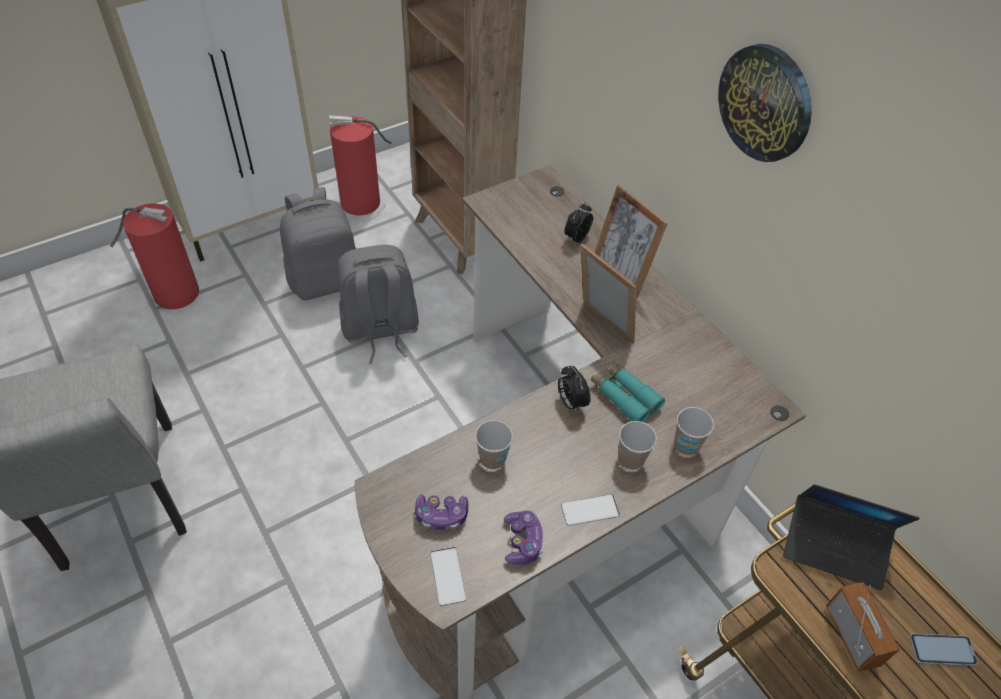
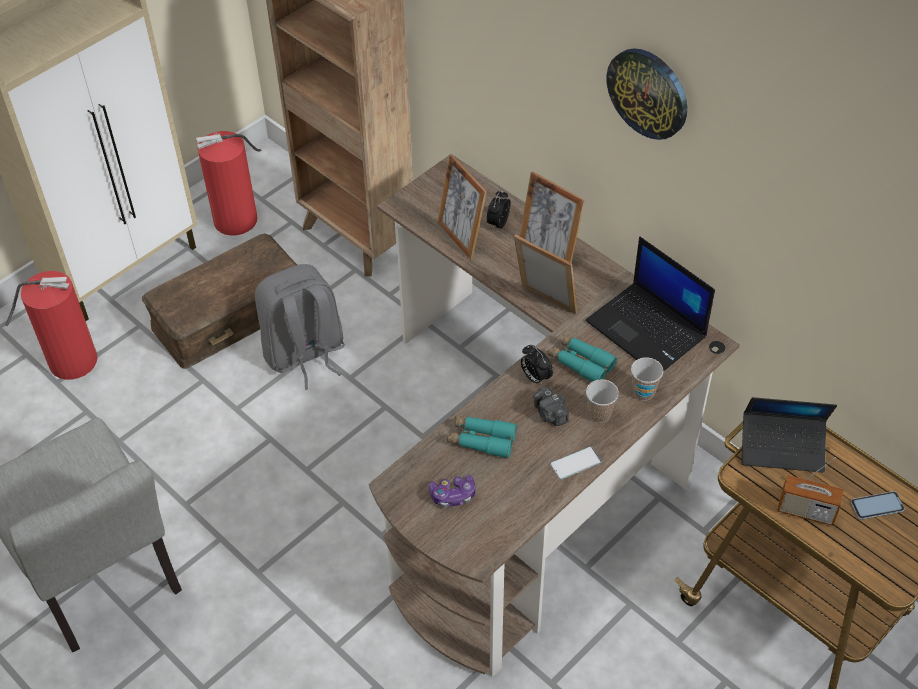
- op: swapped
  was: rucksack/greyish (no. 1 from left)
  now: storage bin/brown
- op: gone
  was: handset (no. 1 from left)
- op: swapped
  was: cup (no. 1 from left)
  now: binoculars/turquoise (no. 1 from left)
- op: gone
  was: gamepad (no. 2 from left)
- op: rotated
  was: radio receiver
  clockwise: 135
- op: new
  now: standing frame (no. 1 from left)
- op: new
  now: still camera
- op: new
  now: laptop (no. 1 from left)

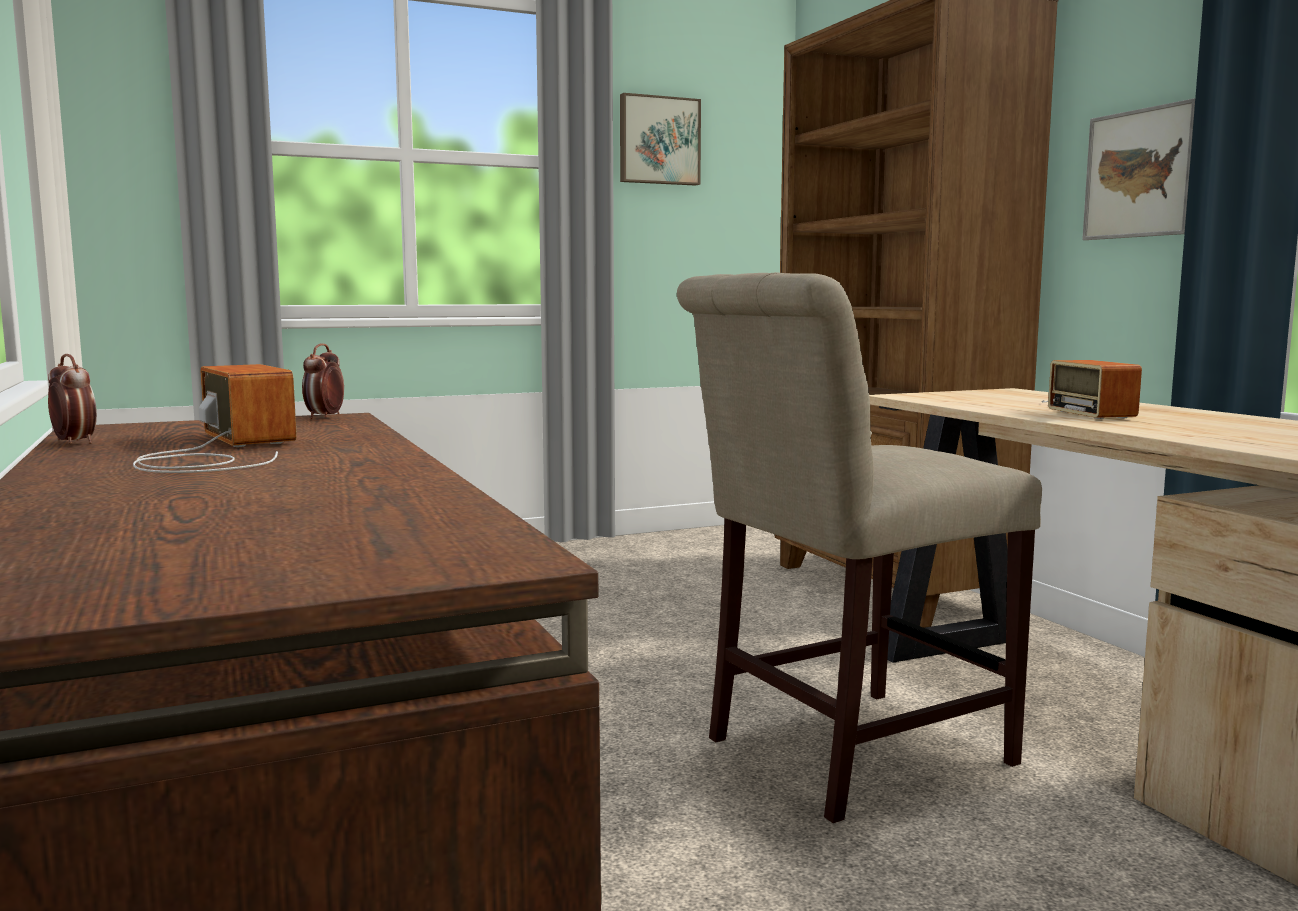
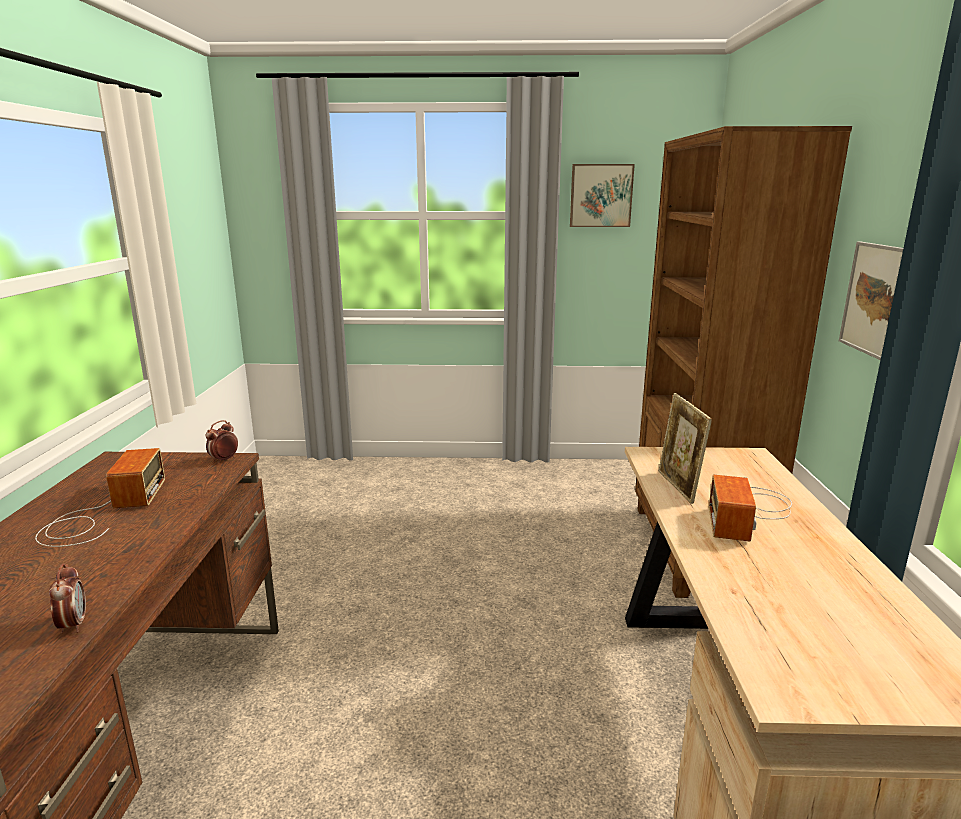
- op: shifted
  was: table clock (no. 1 from left)
- op: gone
  was: chair/sand-coloured
- op: new
  now: standing frame

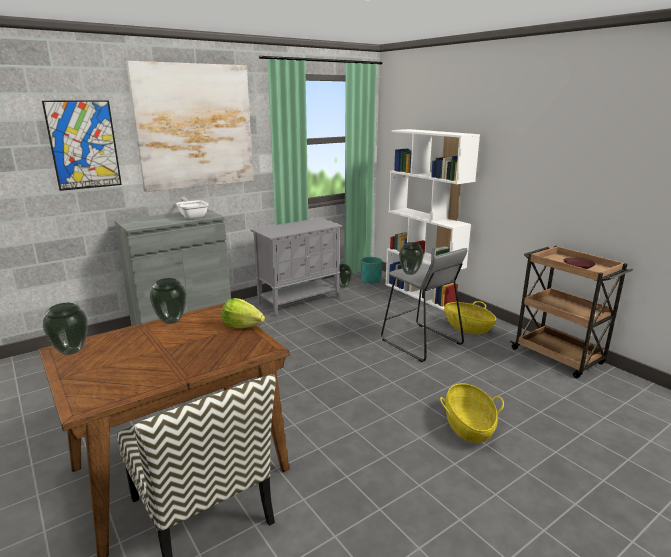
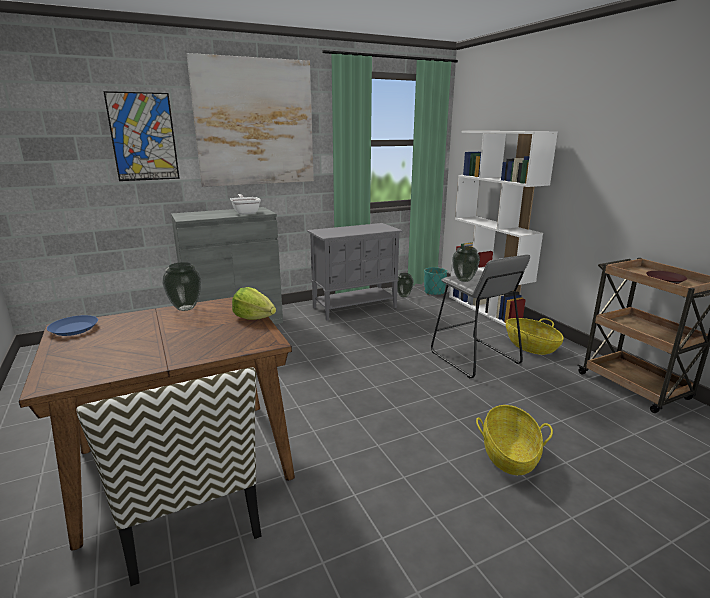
- op: swapped
  was: flower vase (no. 1 from left)
  now: dinner plate/blue

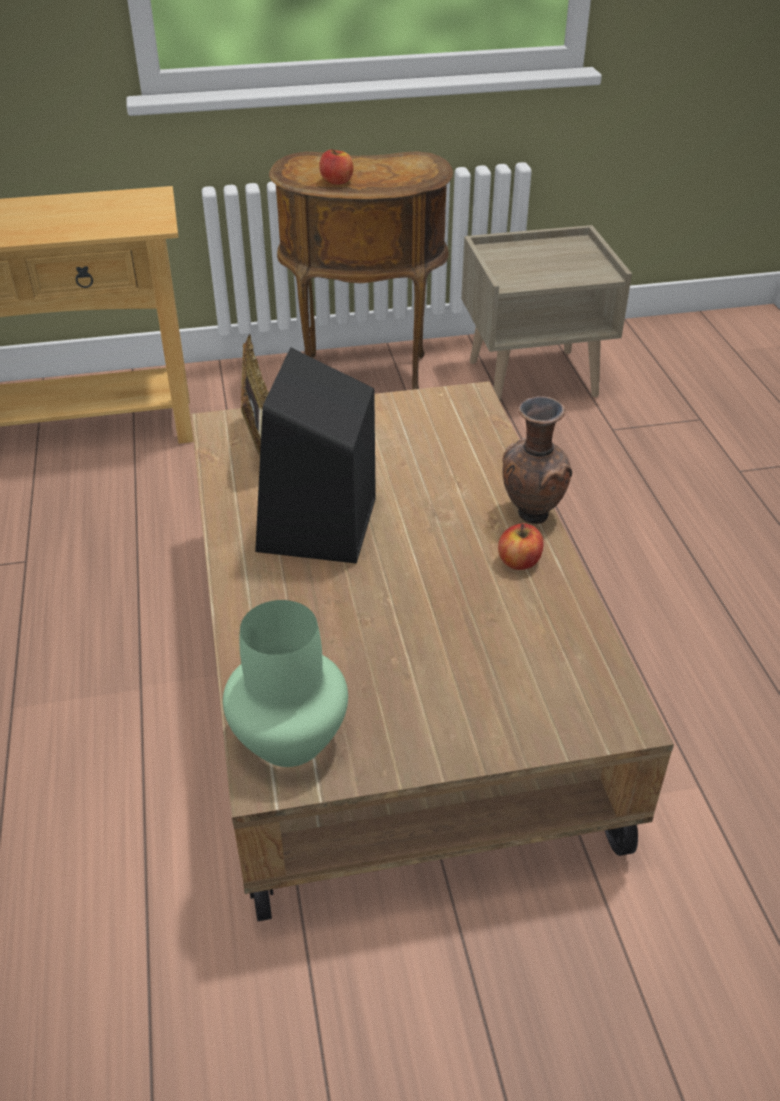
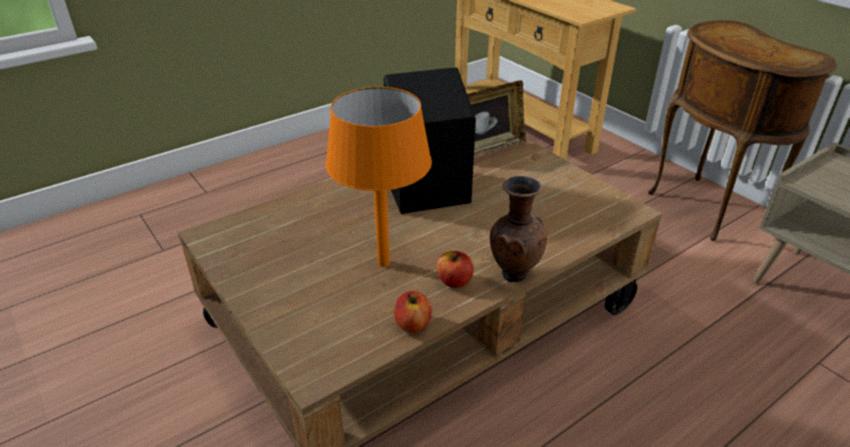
- op: gone
  was: flower vase/green-coloured
- op: shifted
  was: apple fruit (no. 1 from left)
- op: new
  now: tabletop lamp/orange

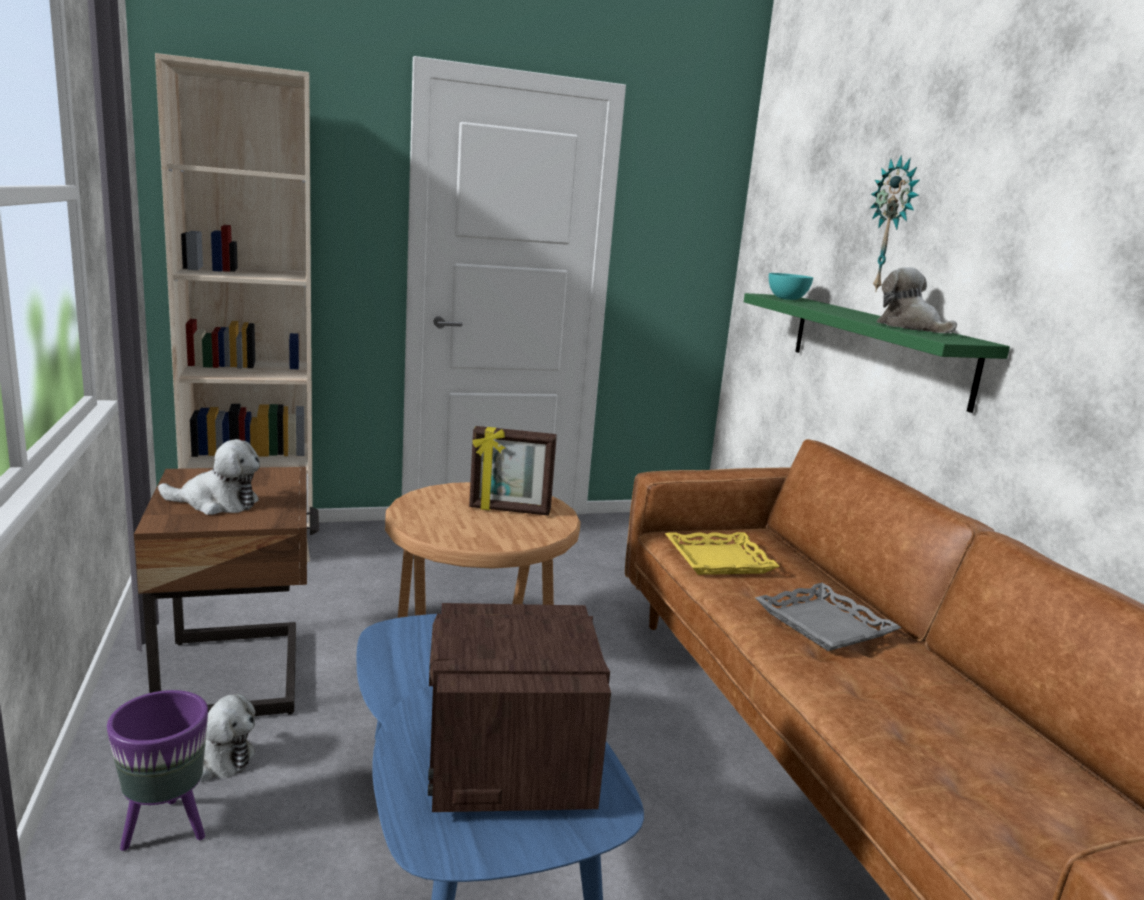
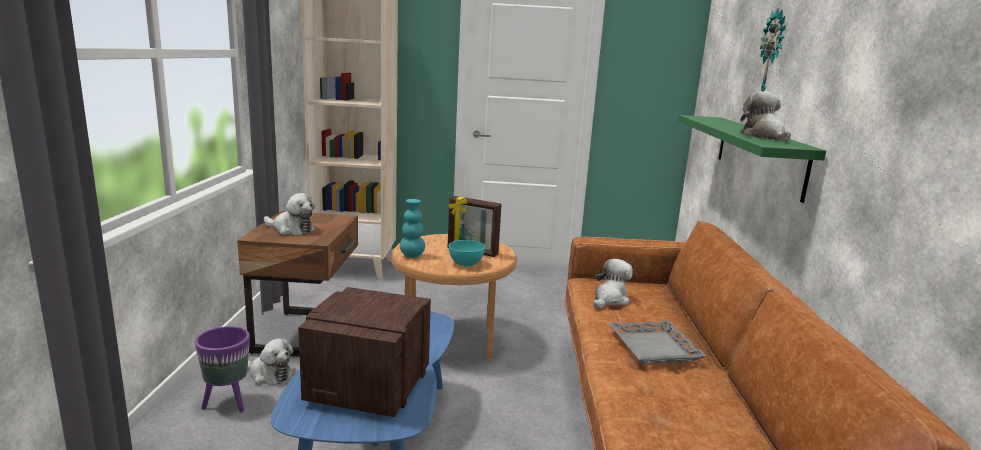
- op: swapped
  was: serving tray/yellow
  now: cuddly toy (no. 3 from left)
- op: shifted
  was: bowl/turquoise
- op: new
  now: flower vase/turquoise

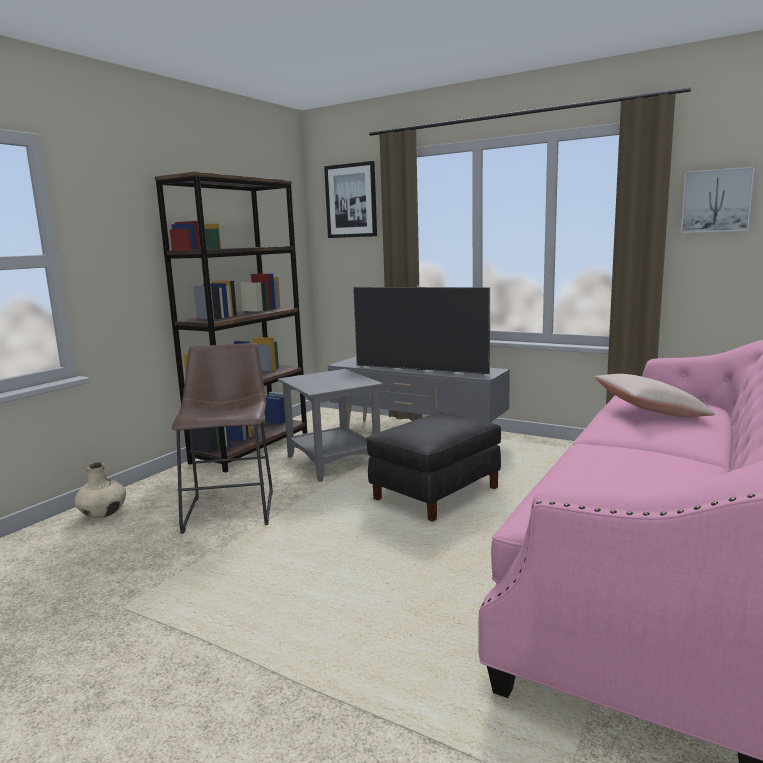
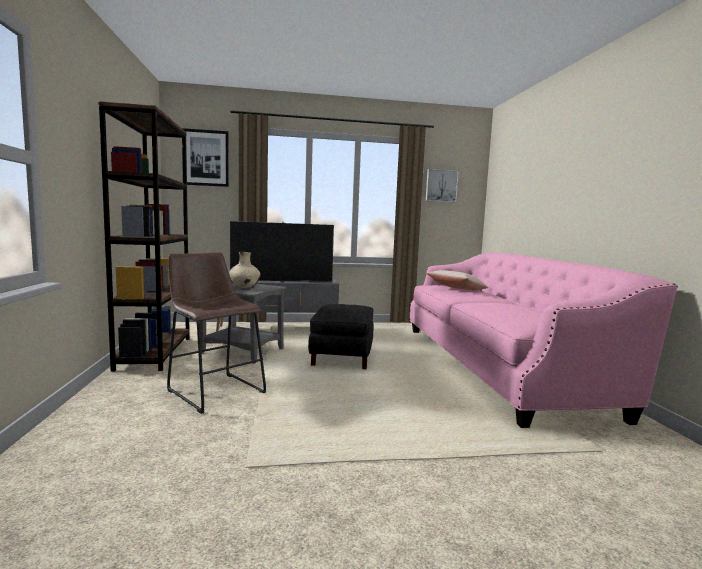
- op: shifted
  was: flower vase/sand-coloured

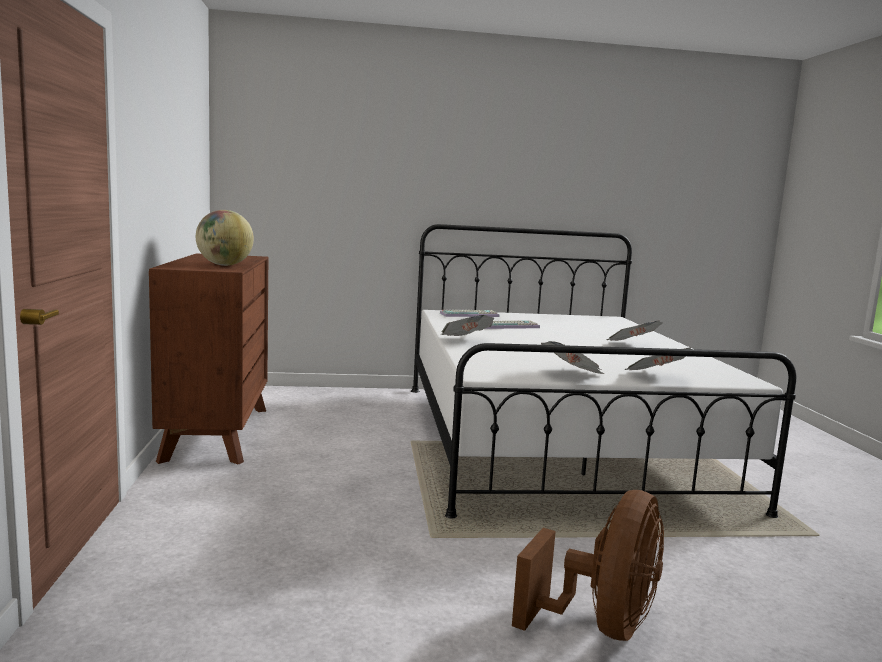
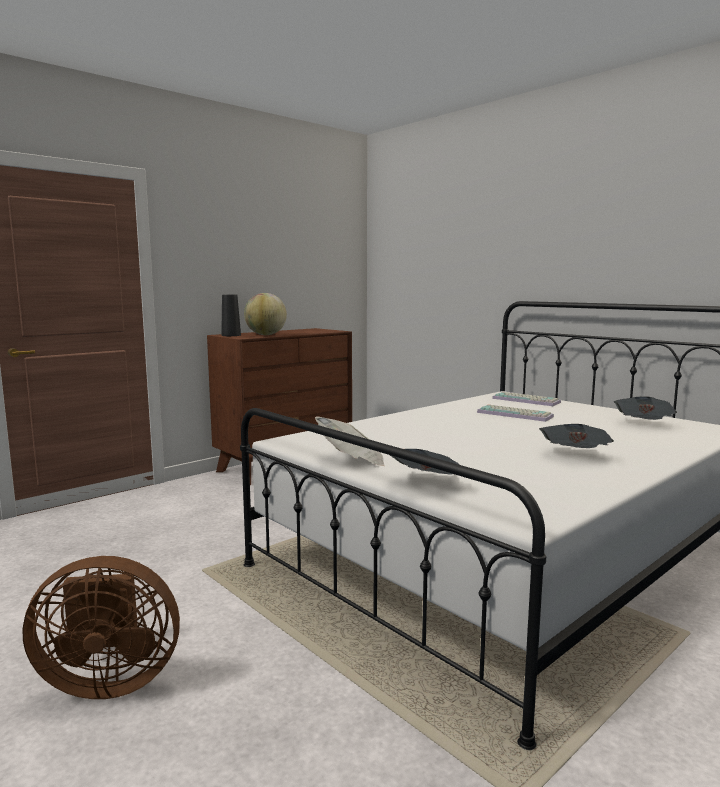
- op: shifted
  was: printed paper (no. 1 from left in the first image)
  now: printed paper (no. 4 from left)
- op: new
  now: flower vase/blackish

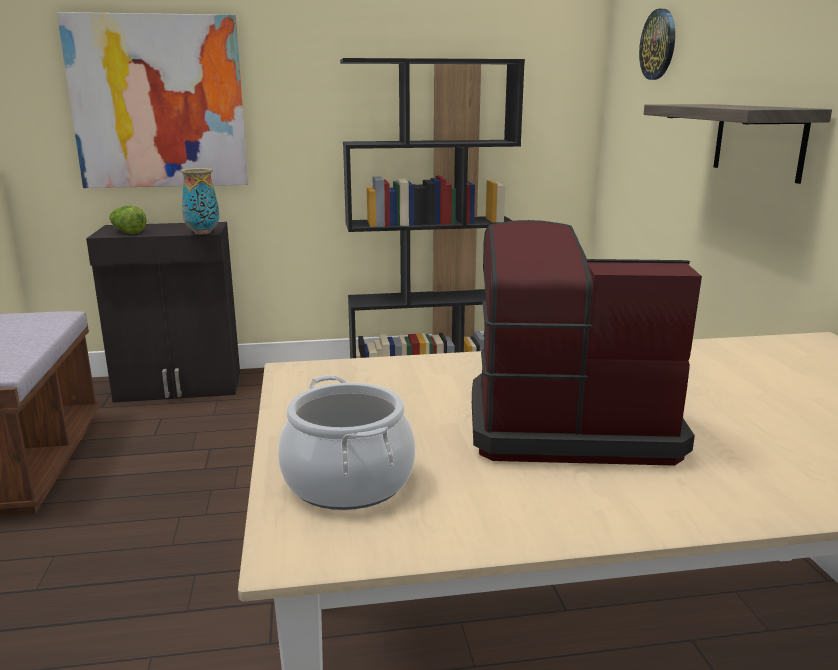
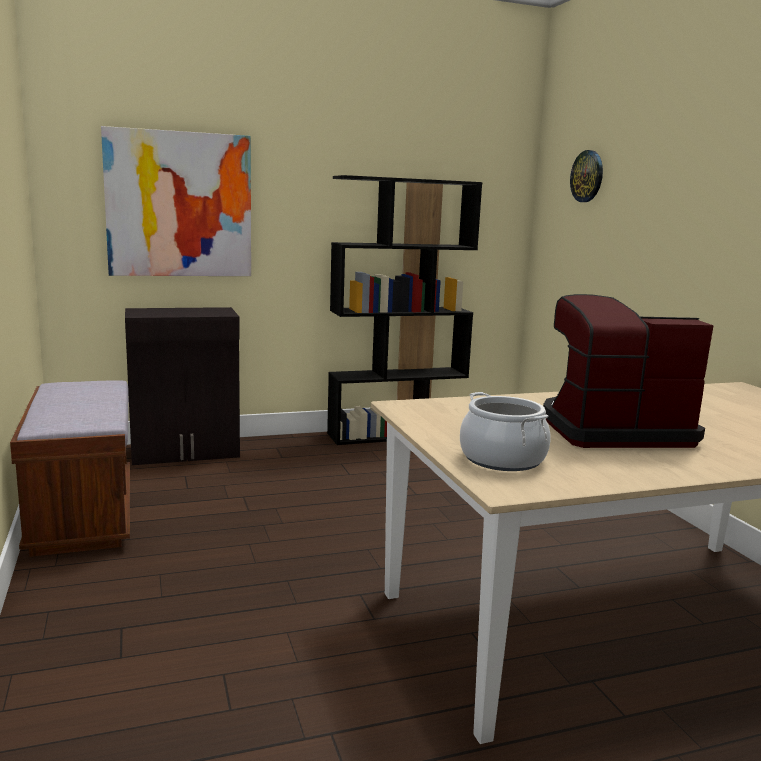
- op: gone
  was: lettuce
- op: gone
  was: flower vase
- op: gone
  was: bracket shelf

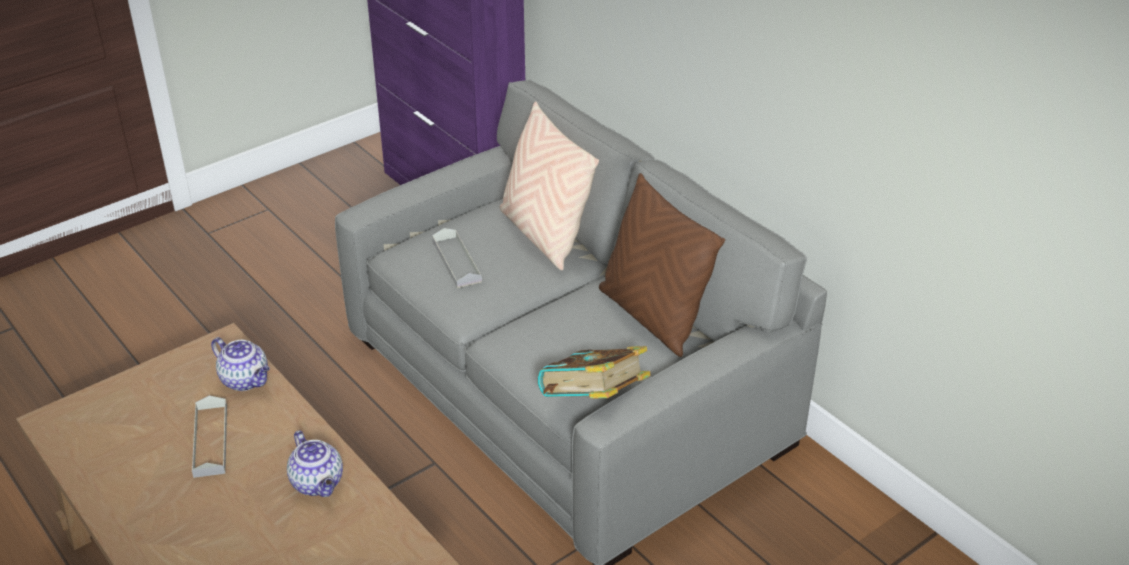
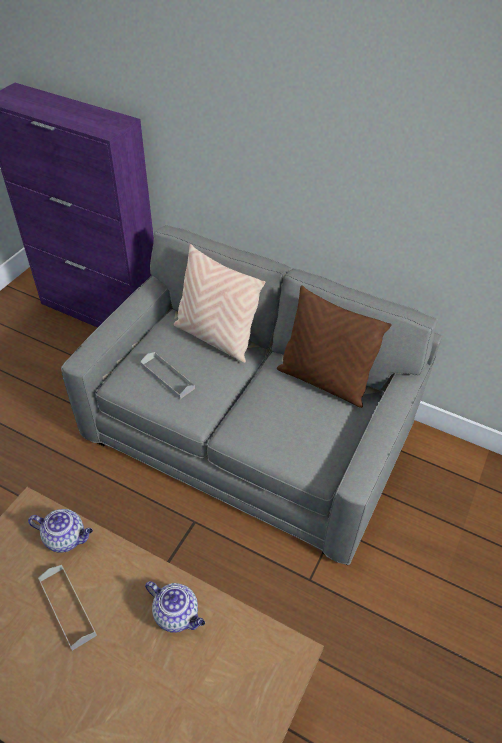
- op: gone
  was: volume

